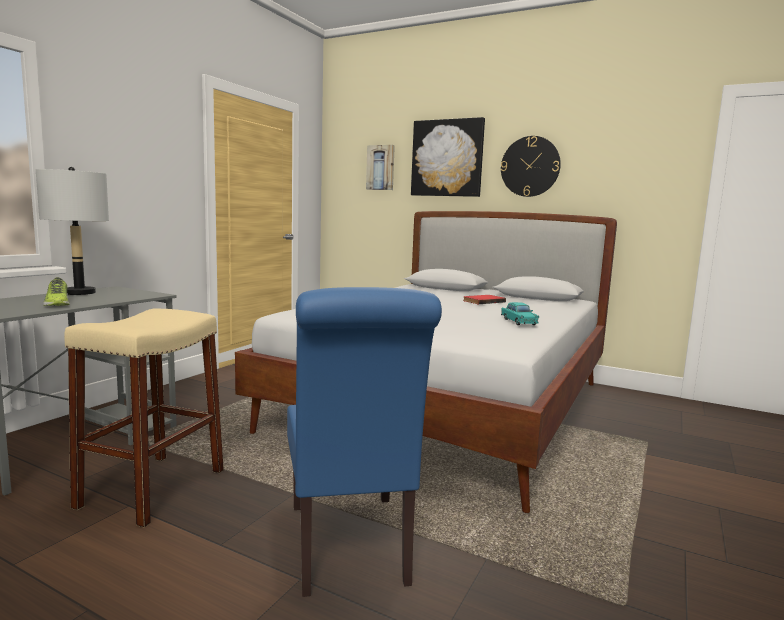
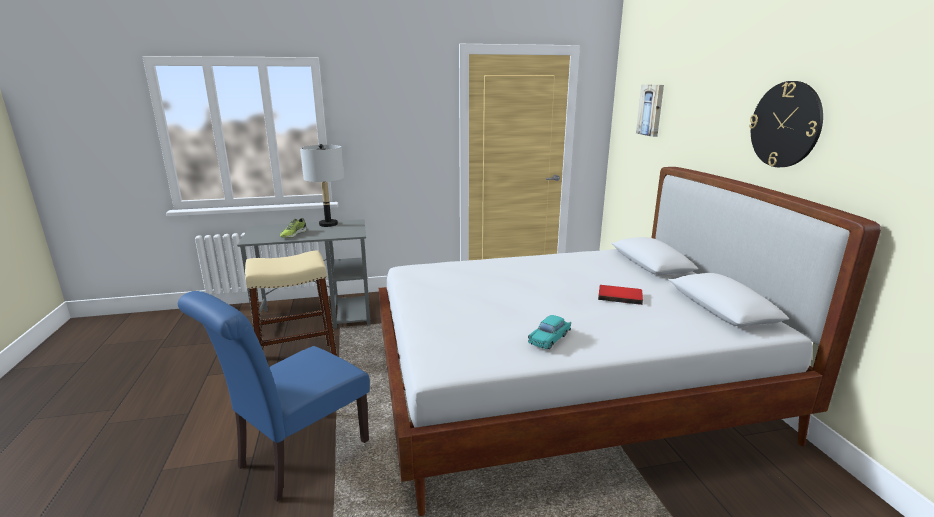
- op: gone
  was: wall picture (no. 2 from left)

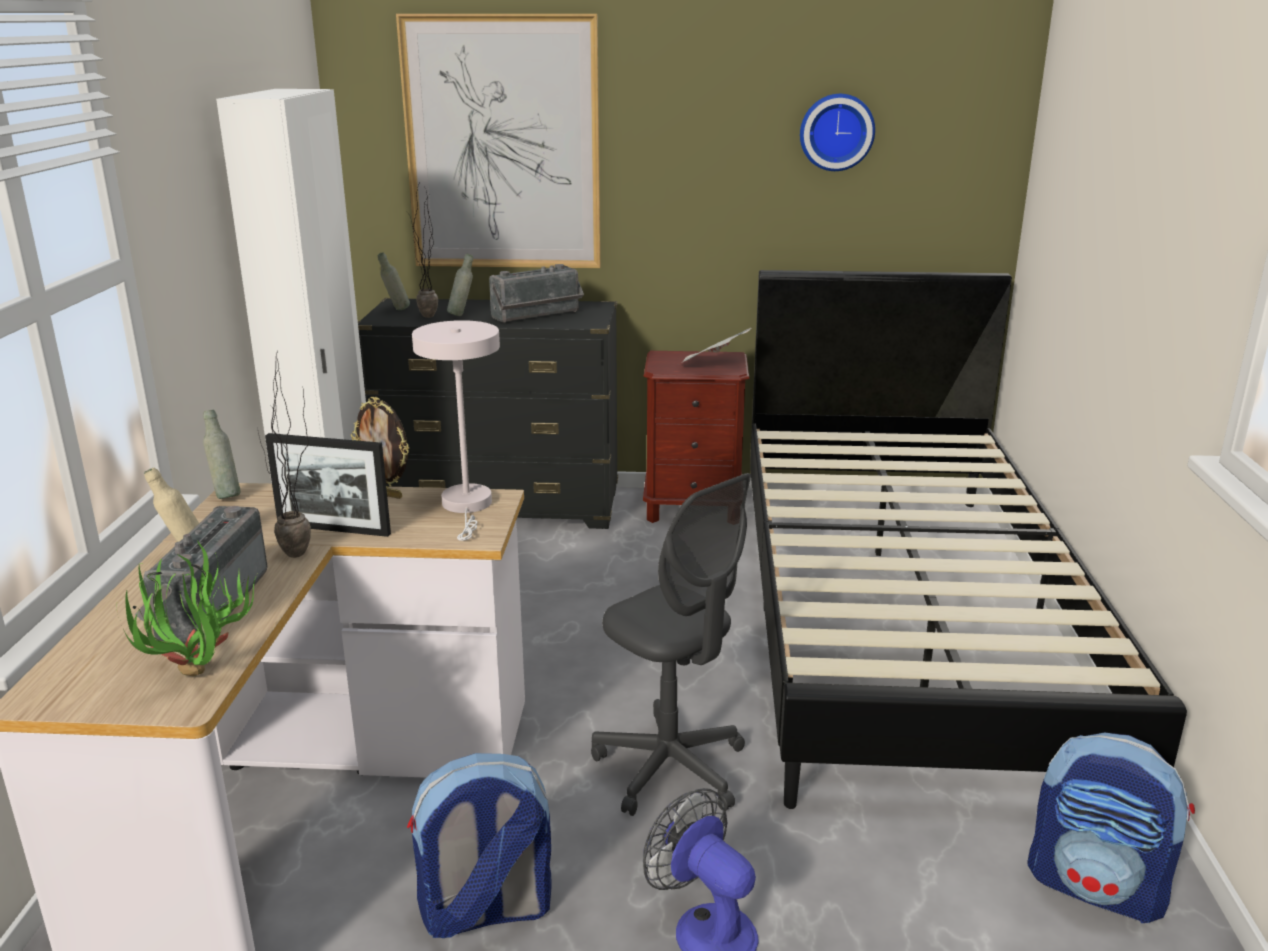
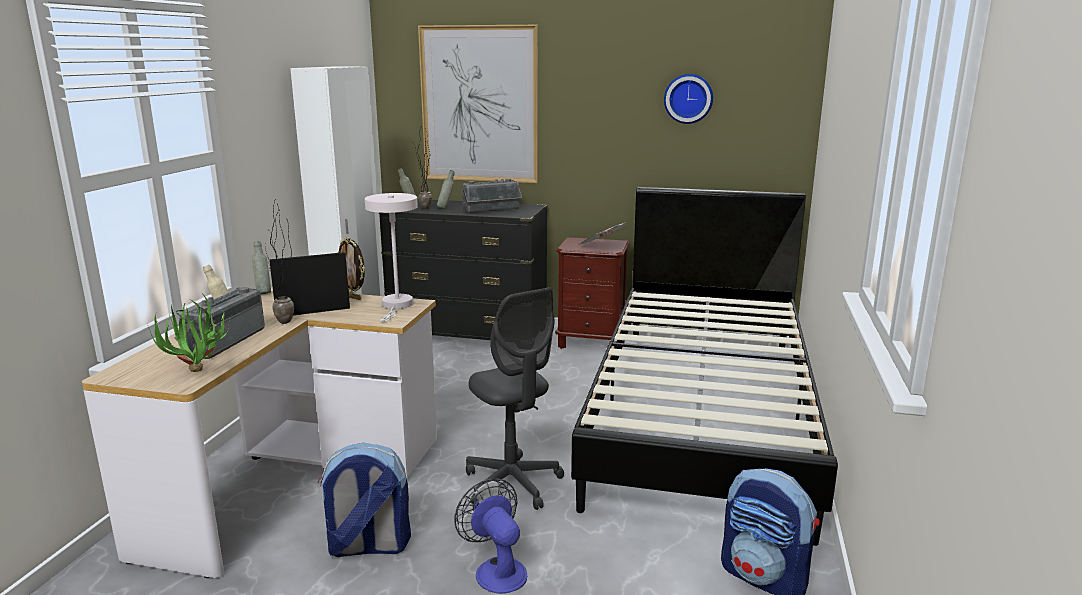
- op: rotated
  was: standing frame (no. 1 from left)
  clockwise: 135

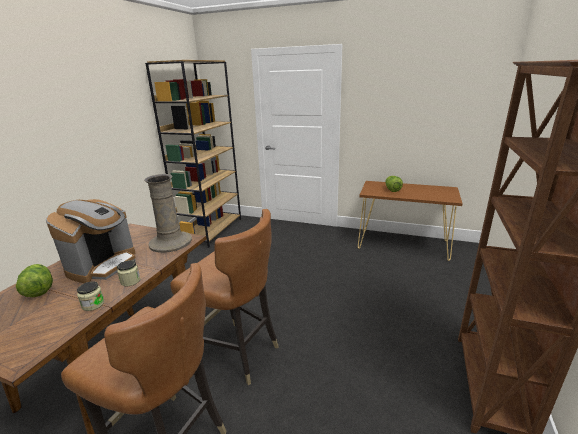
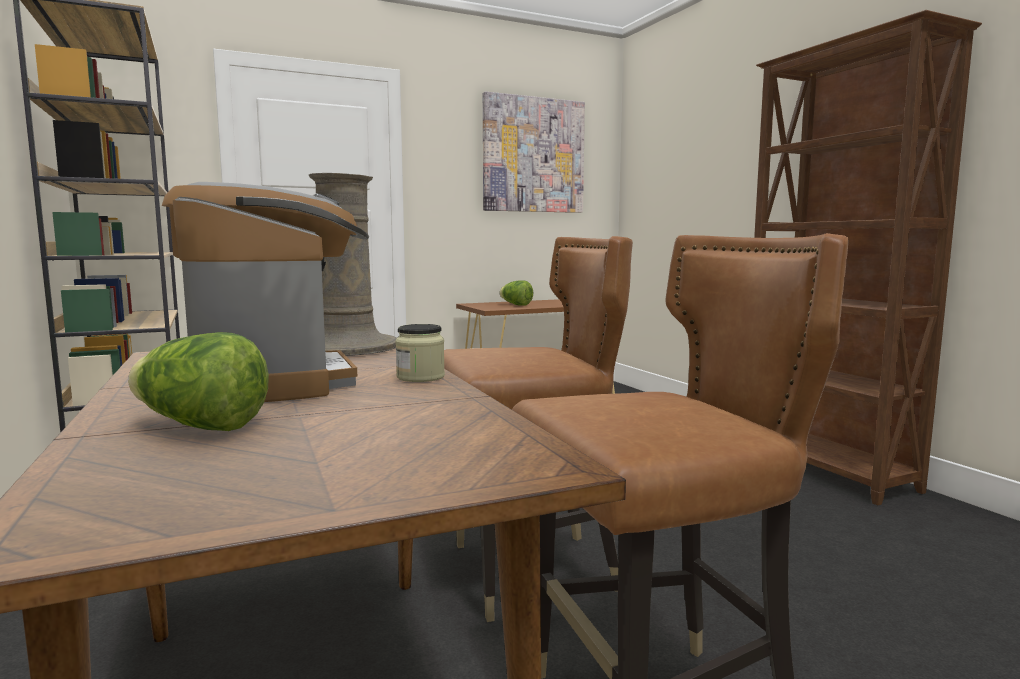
- op: gone
  was: storage jar (no. 1 from left)
- op: new
  now: wall picture

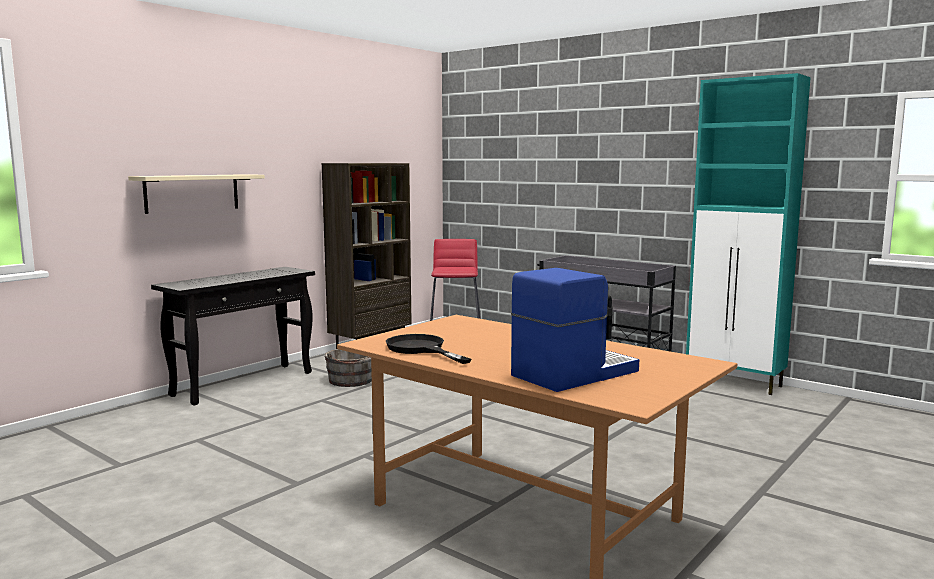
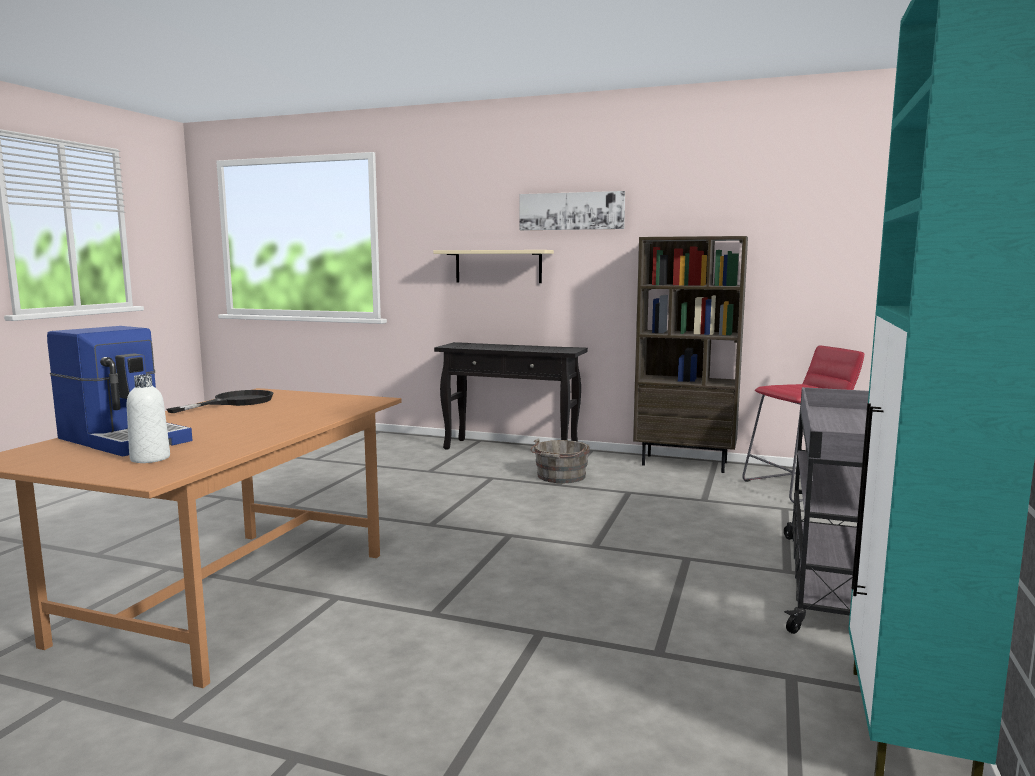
- op: new
  now: drink bottle/whitish
- op: new
  now: wall picture

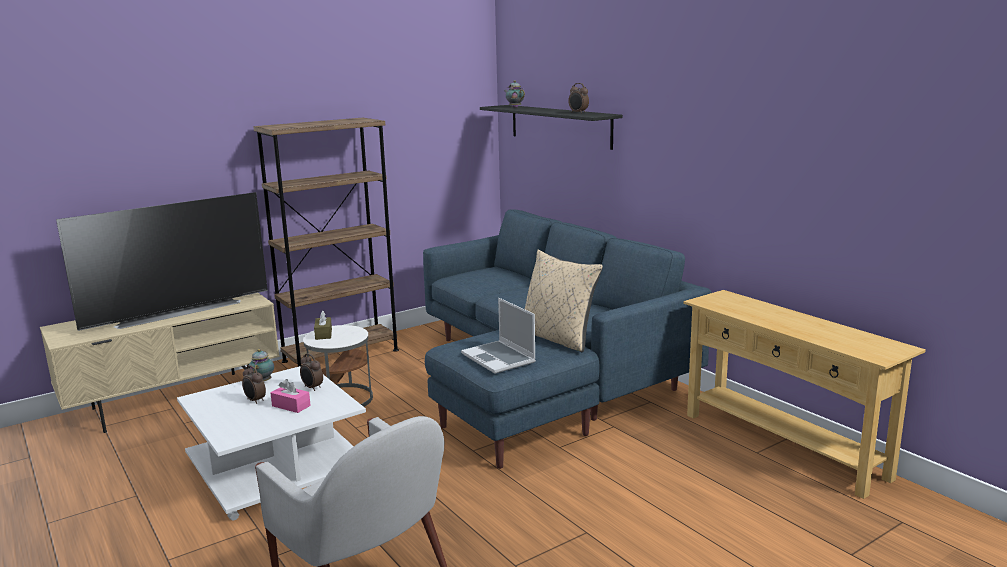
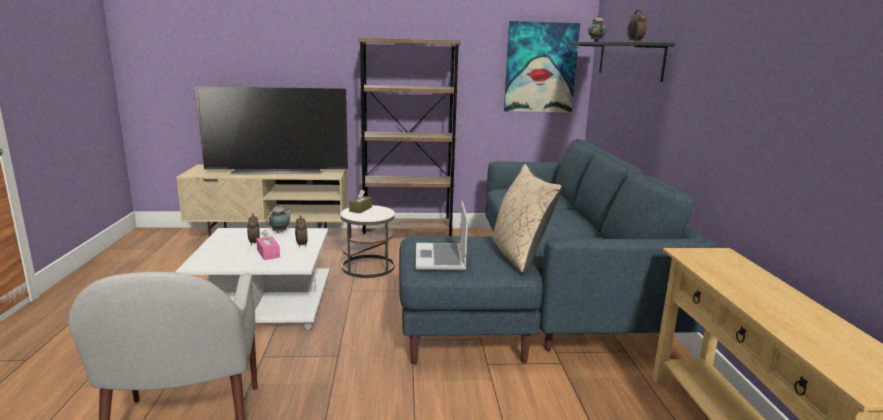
- op: new
  now: wall picture

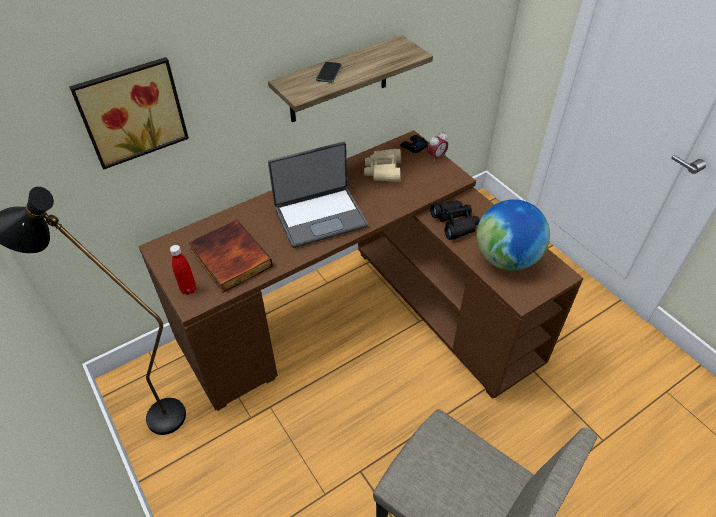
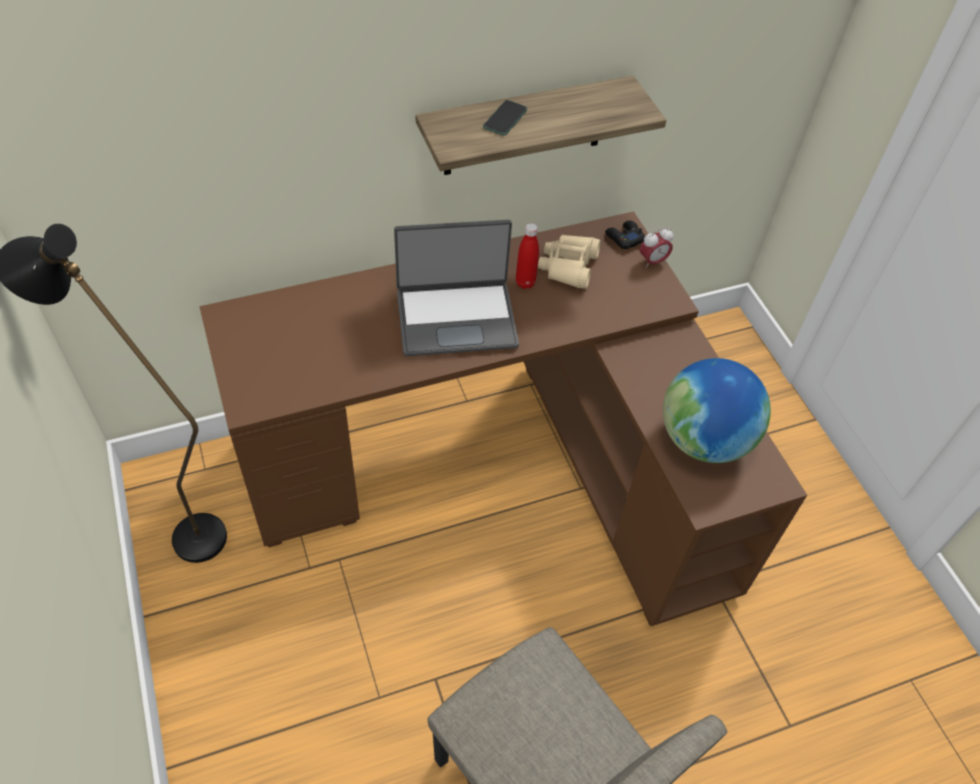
- op: gone
  was: wall picture
- op: shifted
  was: drink bottle/red
- op: gone
  was: volume
- op: gone
  was: binoculars/blackish

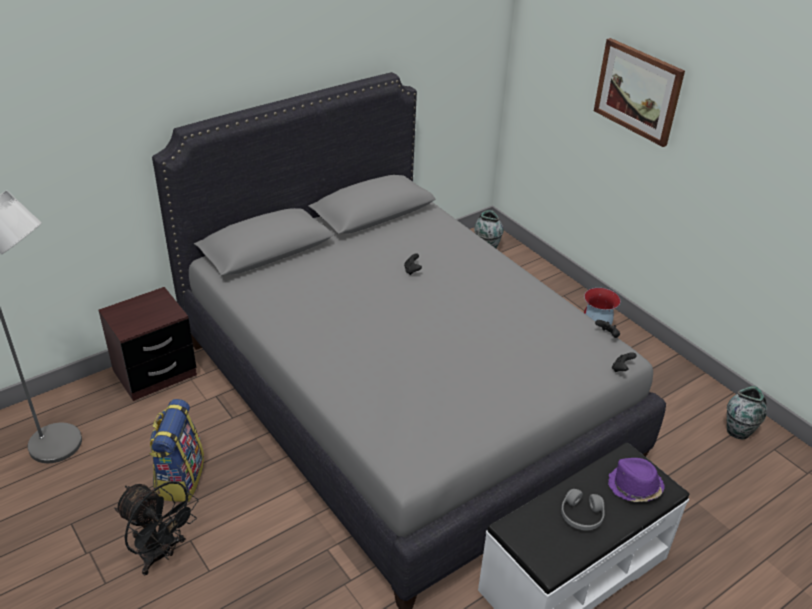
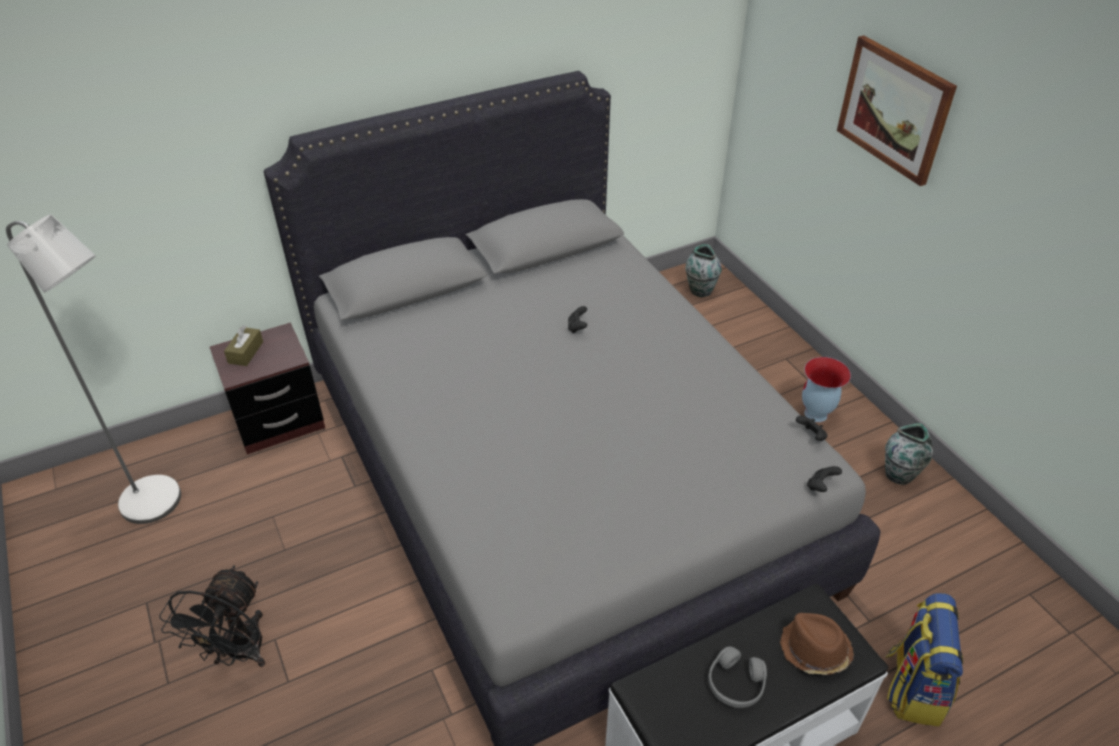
- op: rotated
  was: fan/blackish
  clockwise: 60
- op: shifted
  was: rucksack
- op: repainted
  was: clothing hat/purple
  now: clothing hat/brown
- op: shifted
  was: flower vase (no. 3 from left)
- op: new
  now: box of tissues/brown

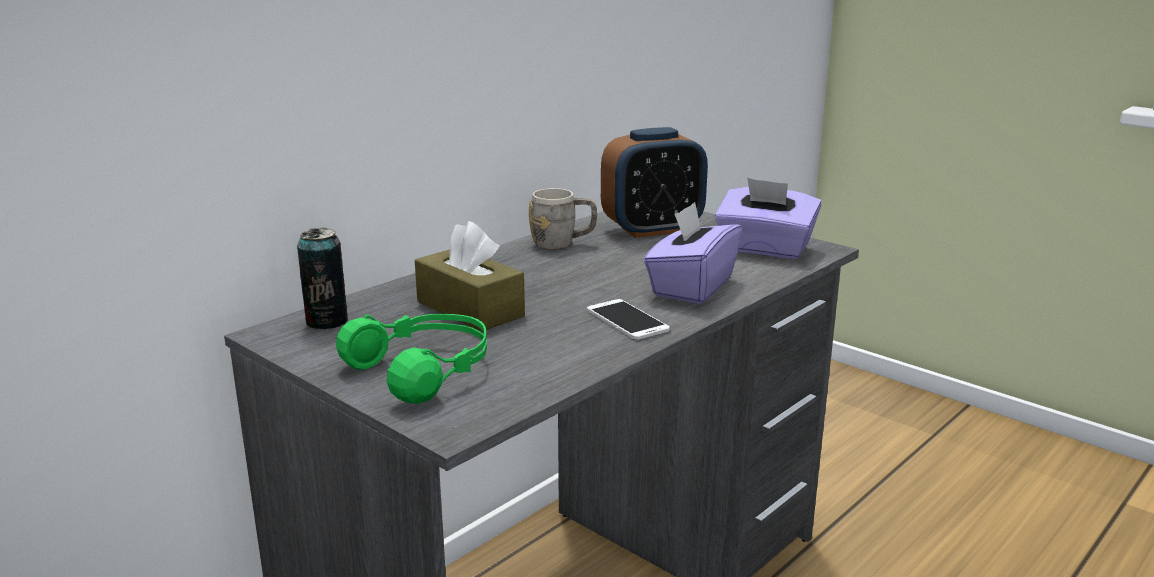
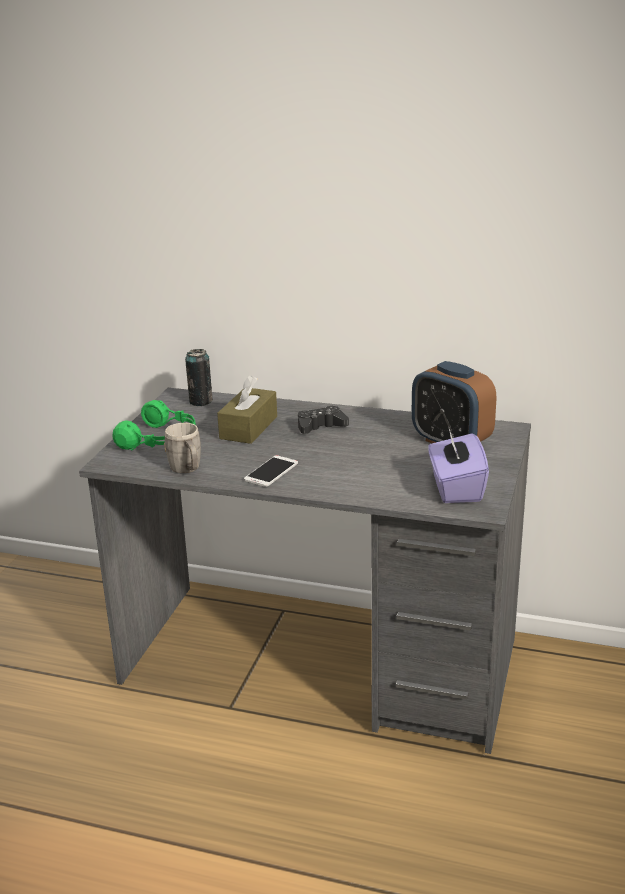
- op: shifted
  was: mug/greyish
- op: gone
  was: box of tissues/purple (no. 1 from left)
- op: new
  now: gamepad/blackish

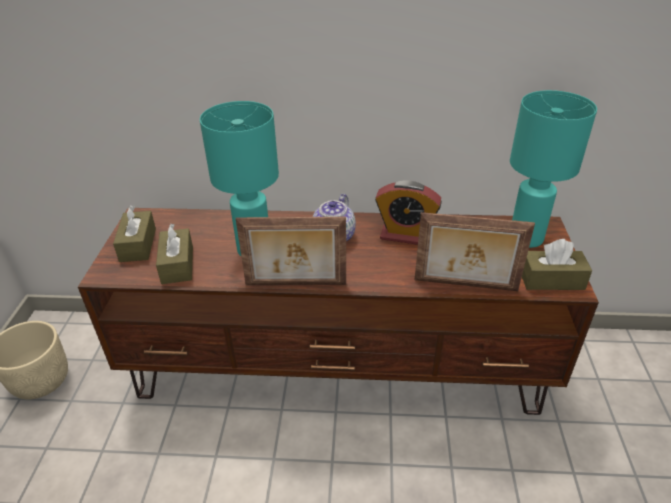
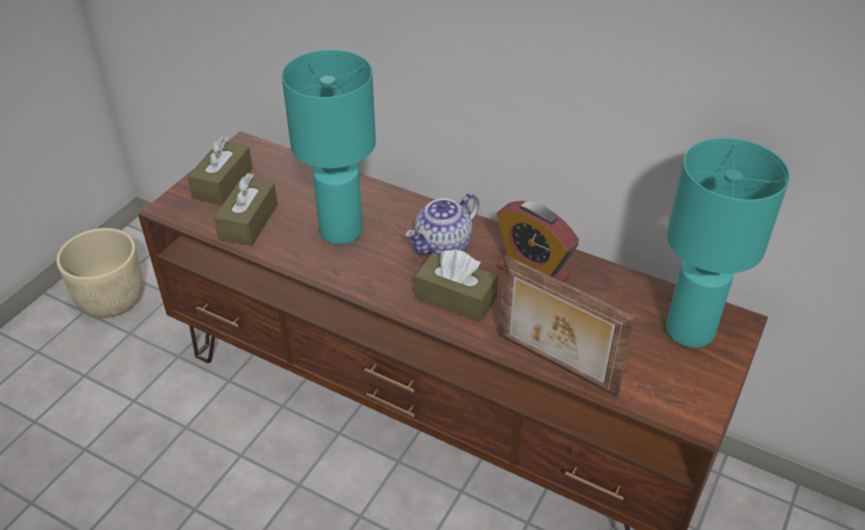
- op: gone
  was: standing frame (no. 1 from left)
- op: shifted
  was: box of tissues/brown (no. 3 from left)

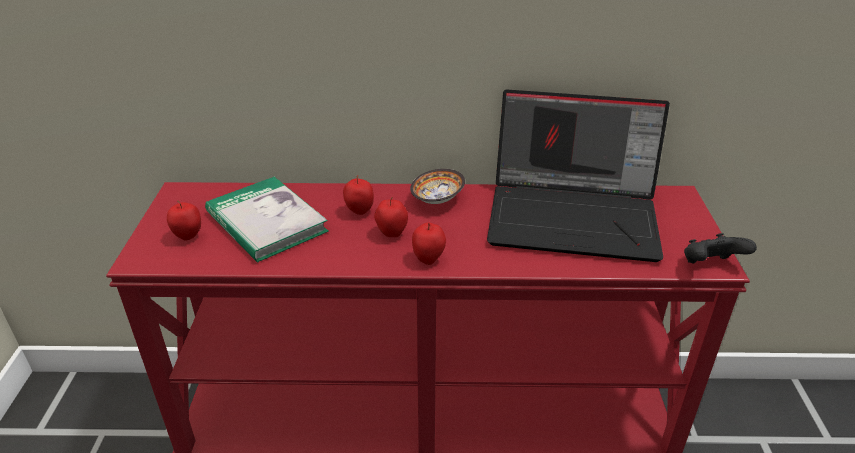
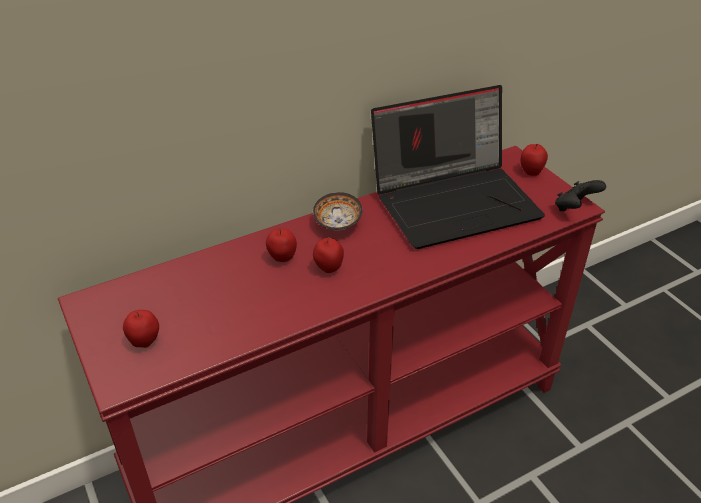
- op: gone
  was: volume
- op: shifted
  was: apple fruit (no. 4 from left)

